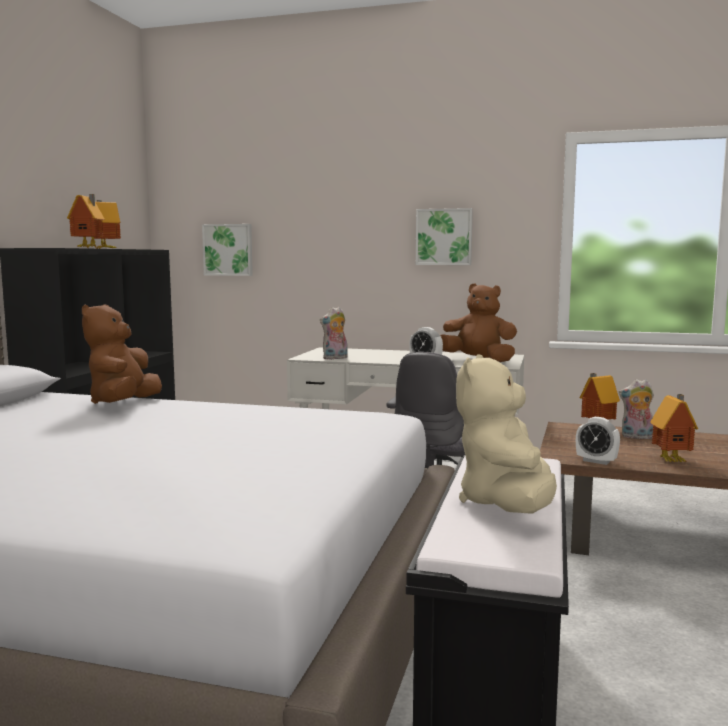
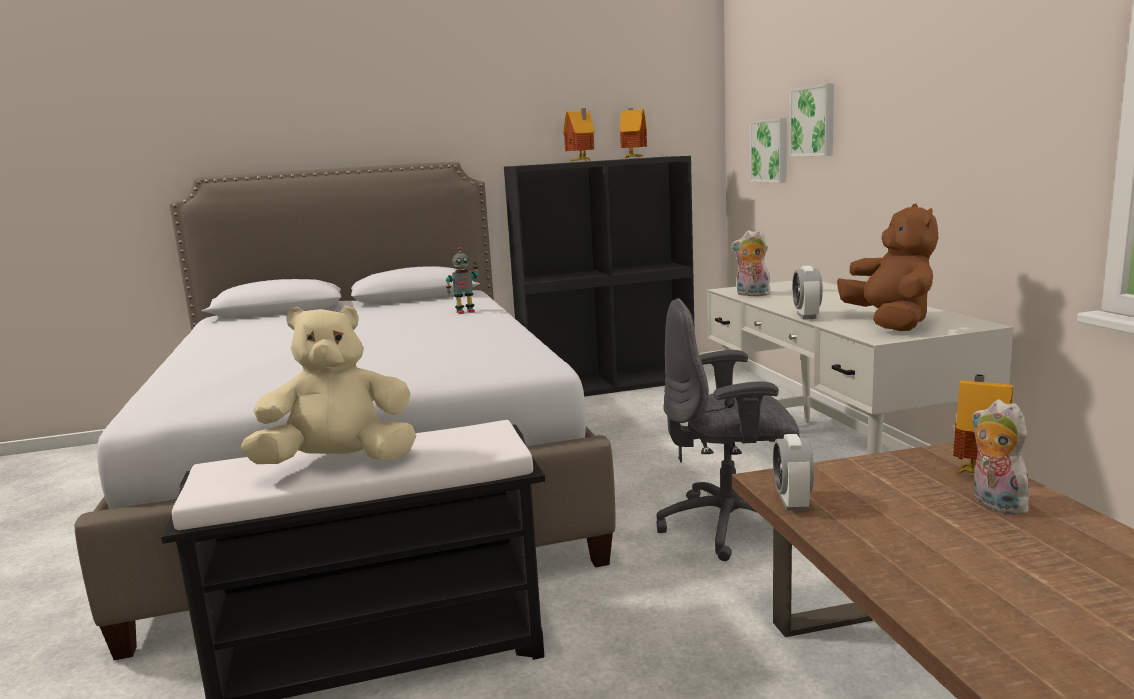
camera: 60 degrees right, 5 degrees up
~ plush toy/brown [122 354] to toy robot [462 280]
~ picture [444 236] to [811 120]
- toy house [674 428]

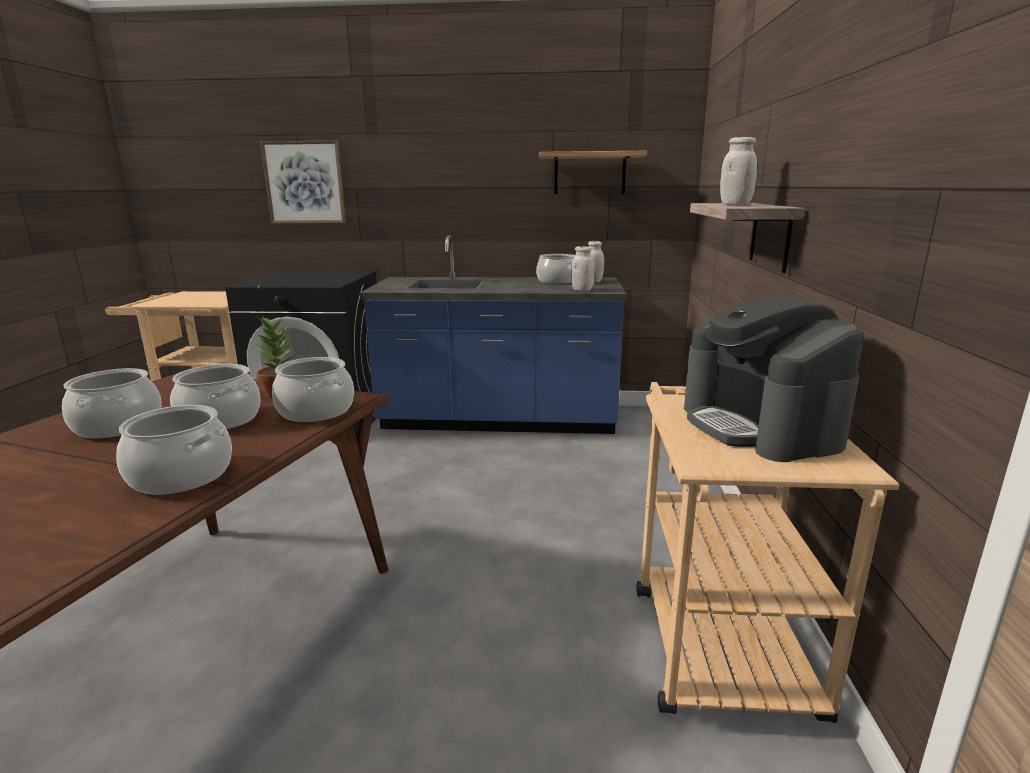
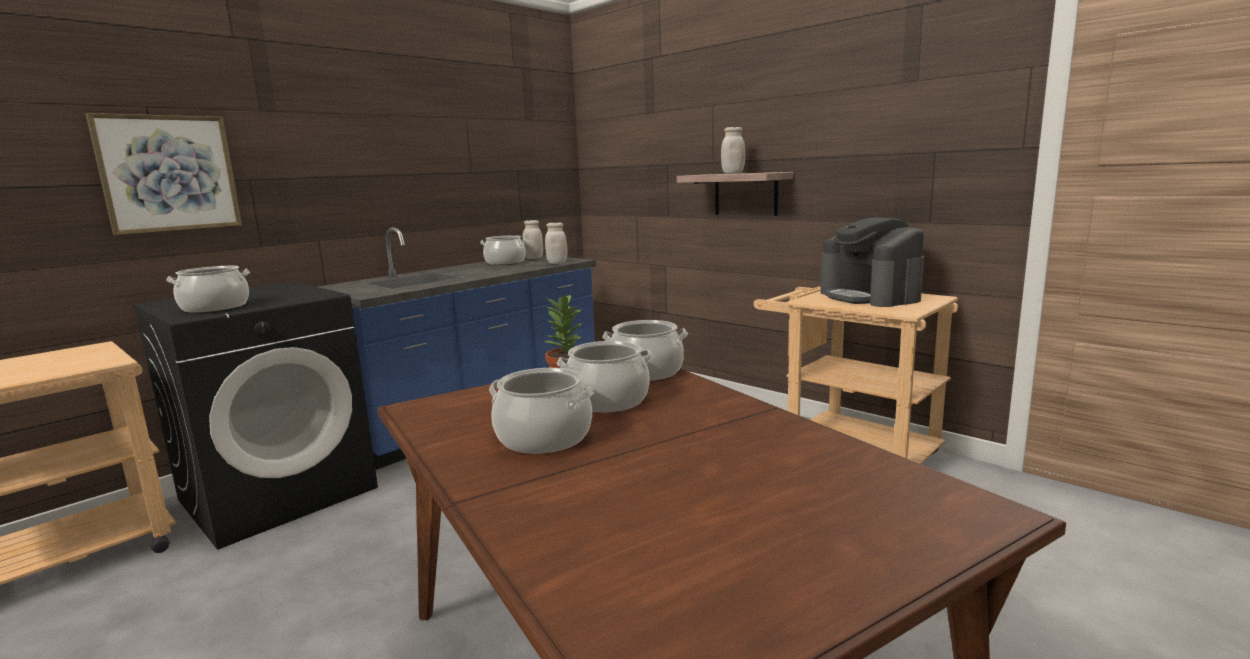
camera: 50 degrees left, 5 degrees down
~ cooking pot [174 450] to [208 289]
~ coffee machine [774 379] = [872 262] 45 degrees clockwise
- shelf [593 172]

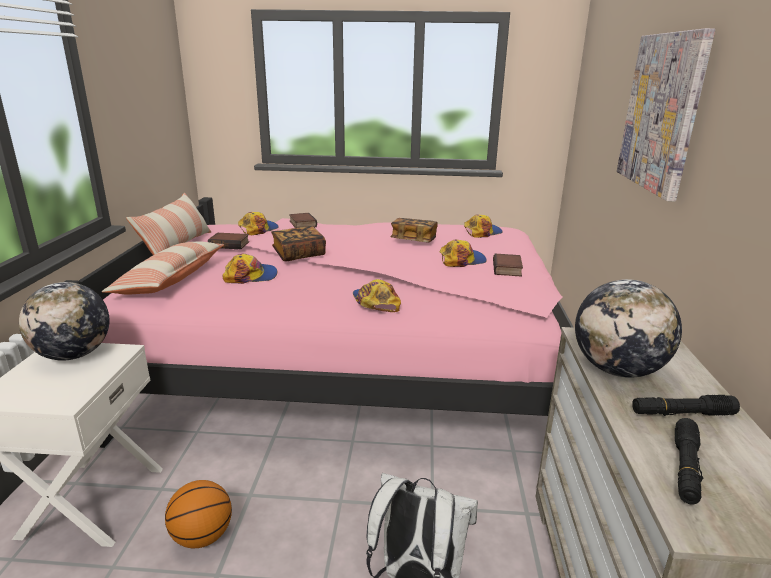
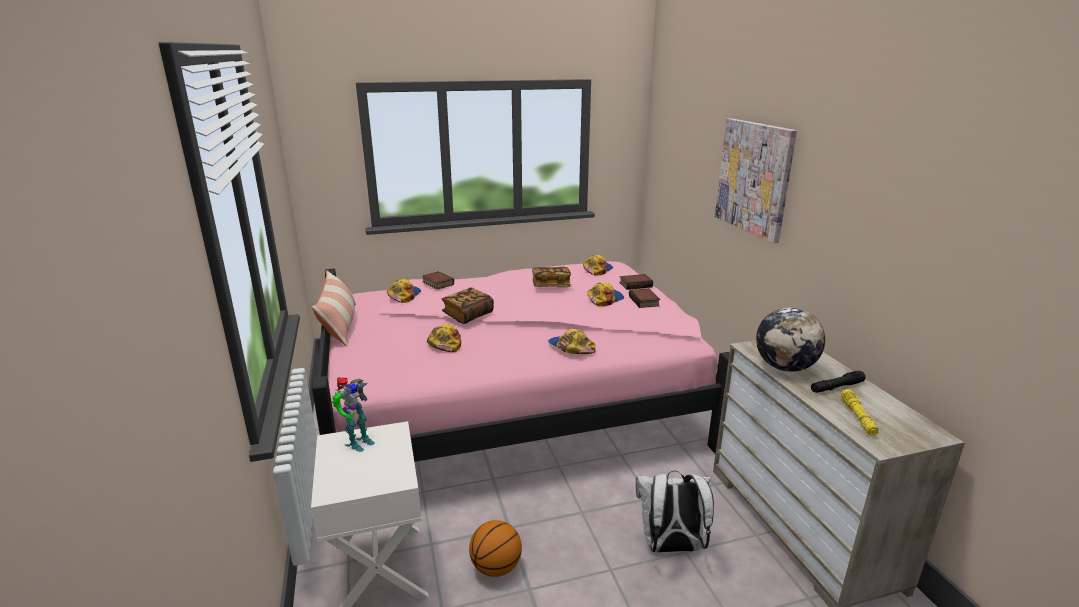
camera: 20 degrees left, 0 degrees up
~ globe [64 321] to toy robot [353 414]
~ cap [249 269] = [444 338] 60 degrees counterclockwise
~ book [228 241] to [636 282]
~ flashlight/black [689 461] to flashlight/yellow [860 412]
- pillow [163 268]

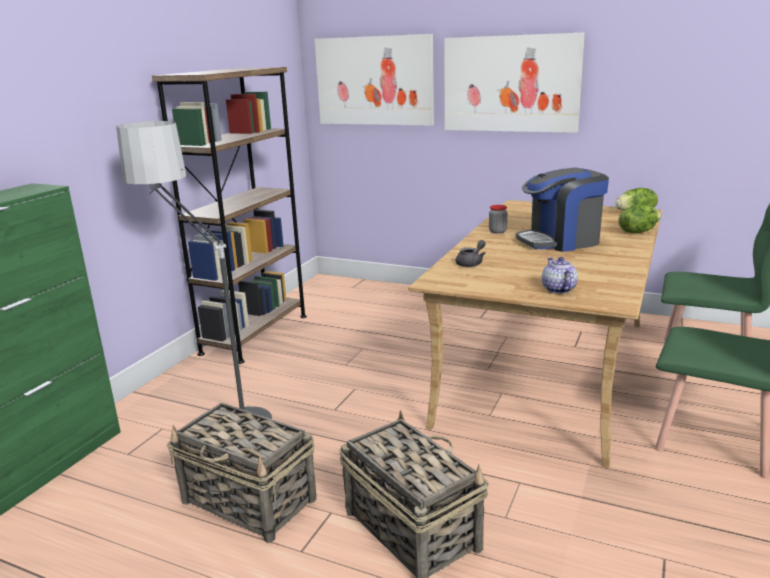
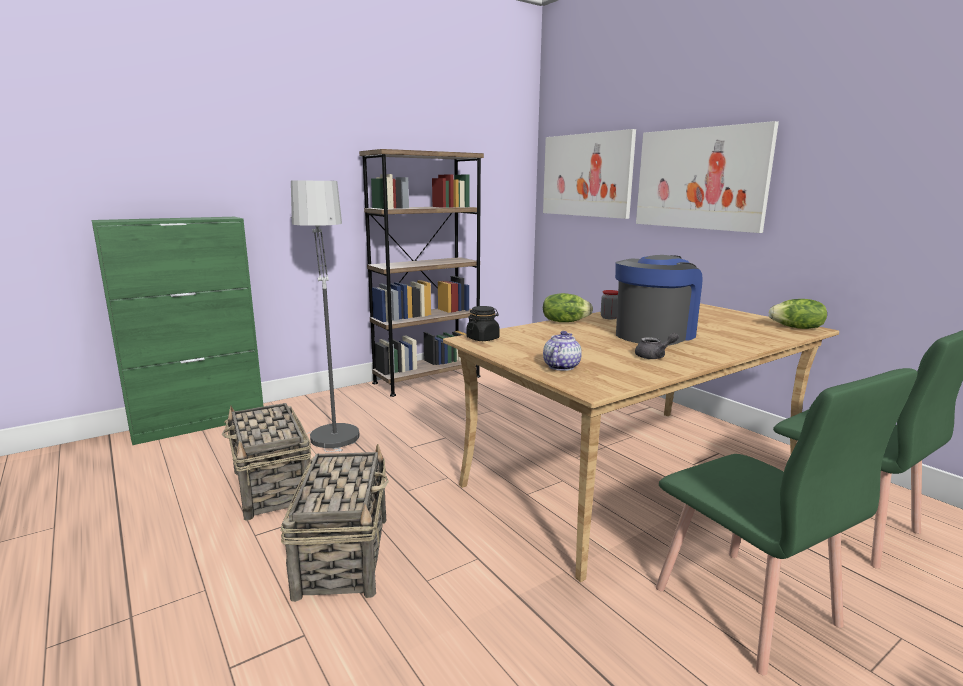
camera: 30 degrees right, 5 degrees down
+ jar/black [483 323]
~ lettuce [639 219] to [568 307]
~ coffee machine [562 210] = [659 300] 120 degrees clockwise
~ teapot/grey [471 253] to [657 346]

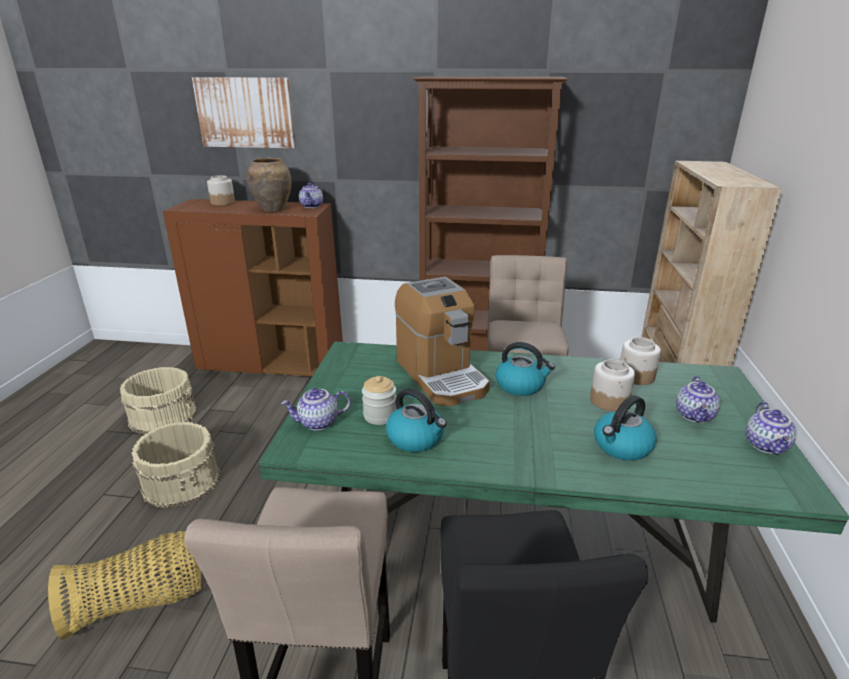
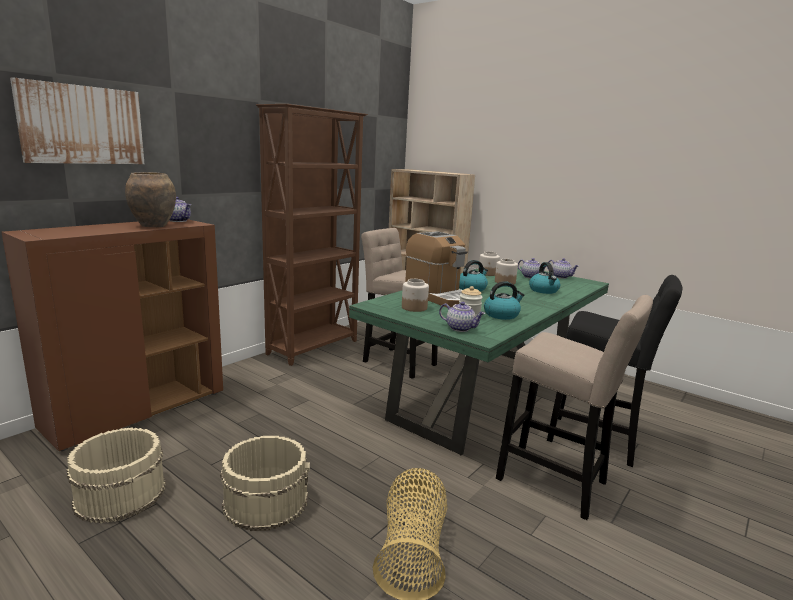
camera: 60 degrees left, 10 degrees down
~ jar [221 190] to [415 295]
~ coffee machine [442 341] = [436 269] 45 degrees clockwise
~ teapot [316 409] = [462 317] 75 degrees counterclockwise

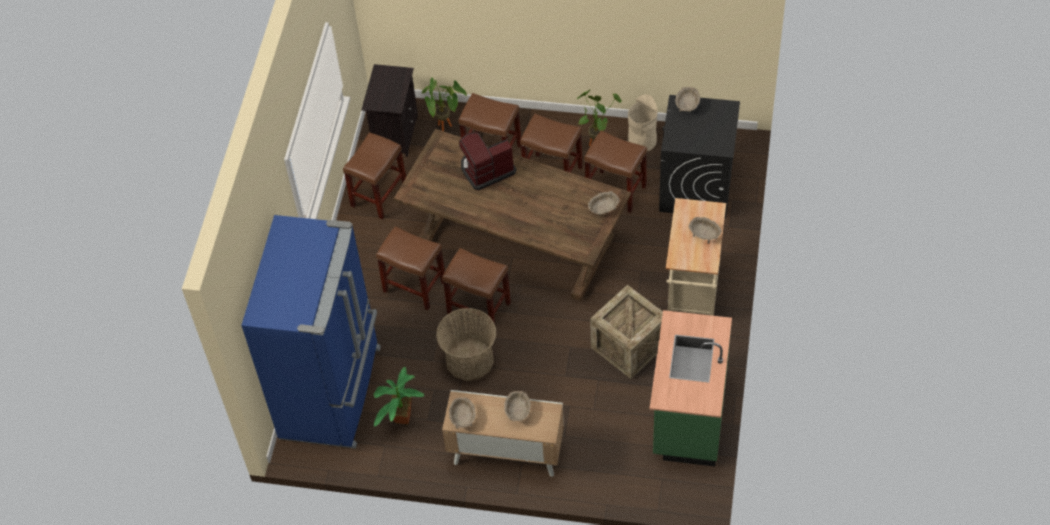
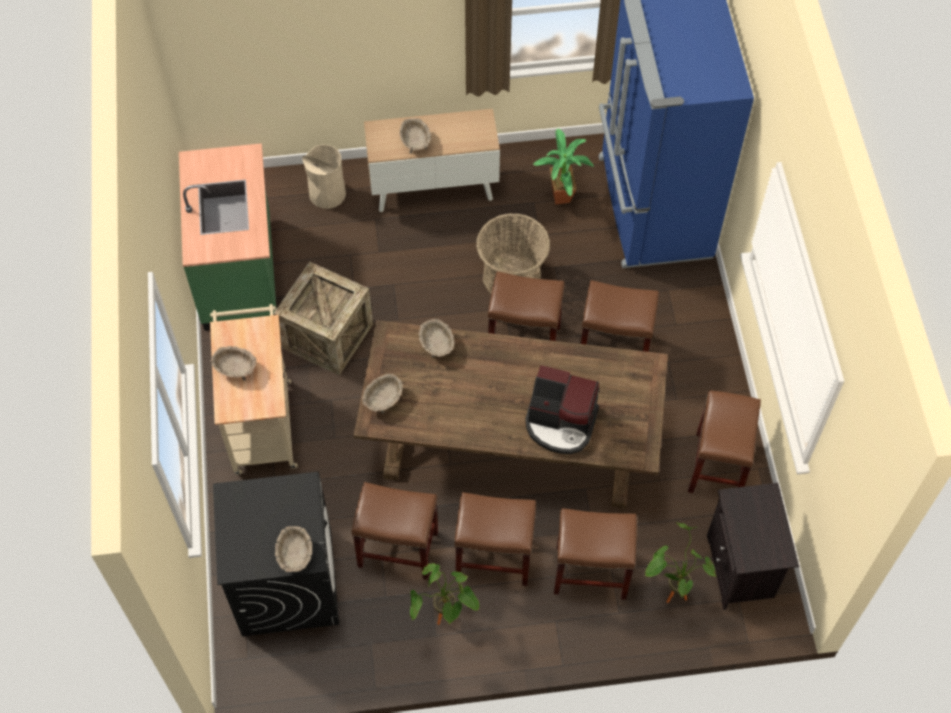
camera: 160 degrees right, 5 degrees up
~ trash can/beige [643 122] to [324 177]
~ bowl/beige [462 413] to [437 338]
~ coffee machine [487 161] = [562 409] 60 degrees clockwise

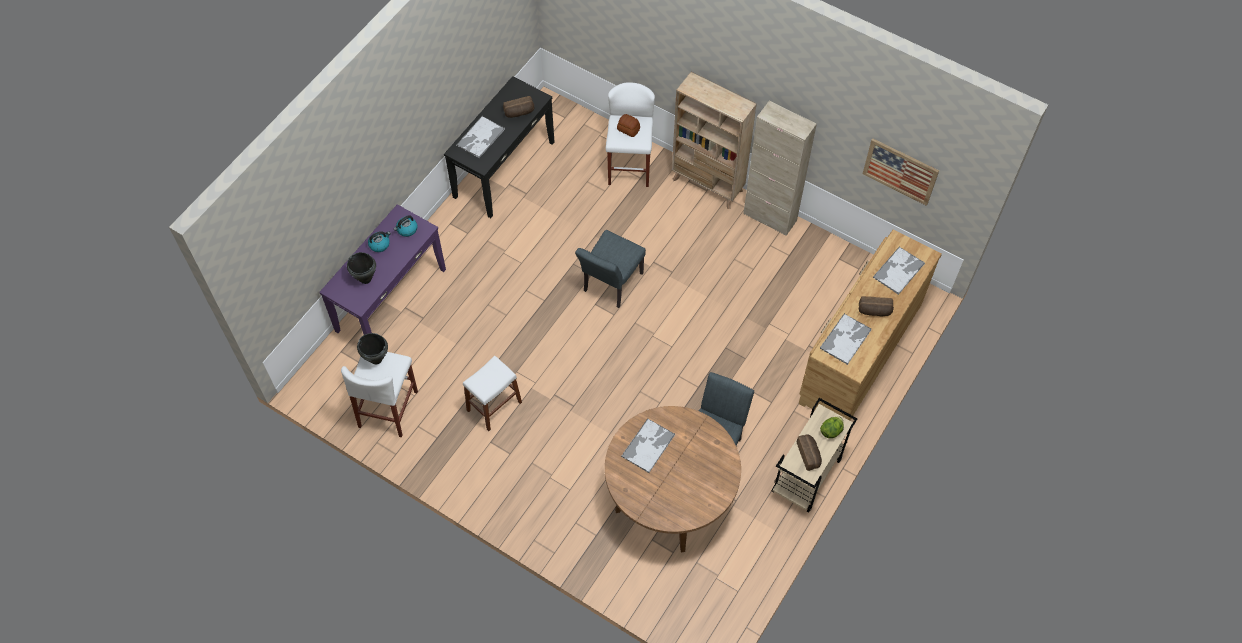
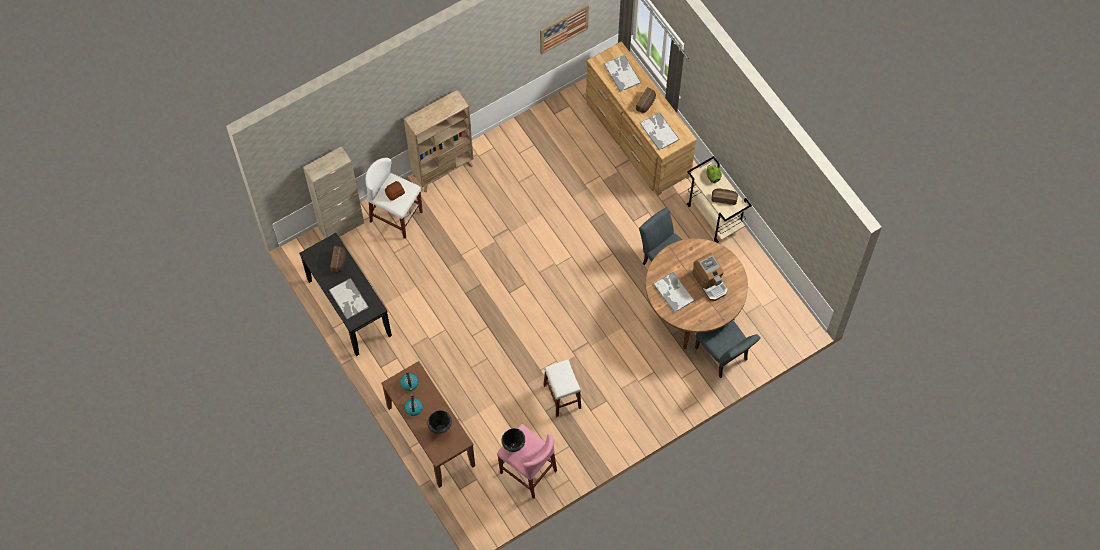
camera: 65 degrees left, 5 degrees up
~ cabinet/beige [780 168] to [333 192]
~ console table/purple [382 269] to console table/brown [428 424]
~ stool/white [379 394] to stool/pink [527 461]
+ coffee machine [710 277]
~ chair/grey [610 269] to [728 349]

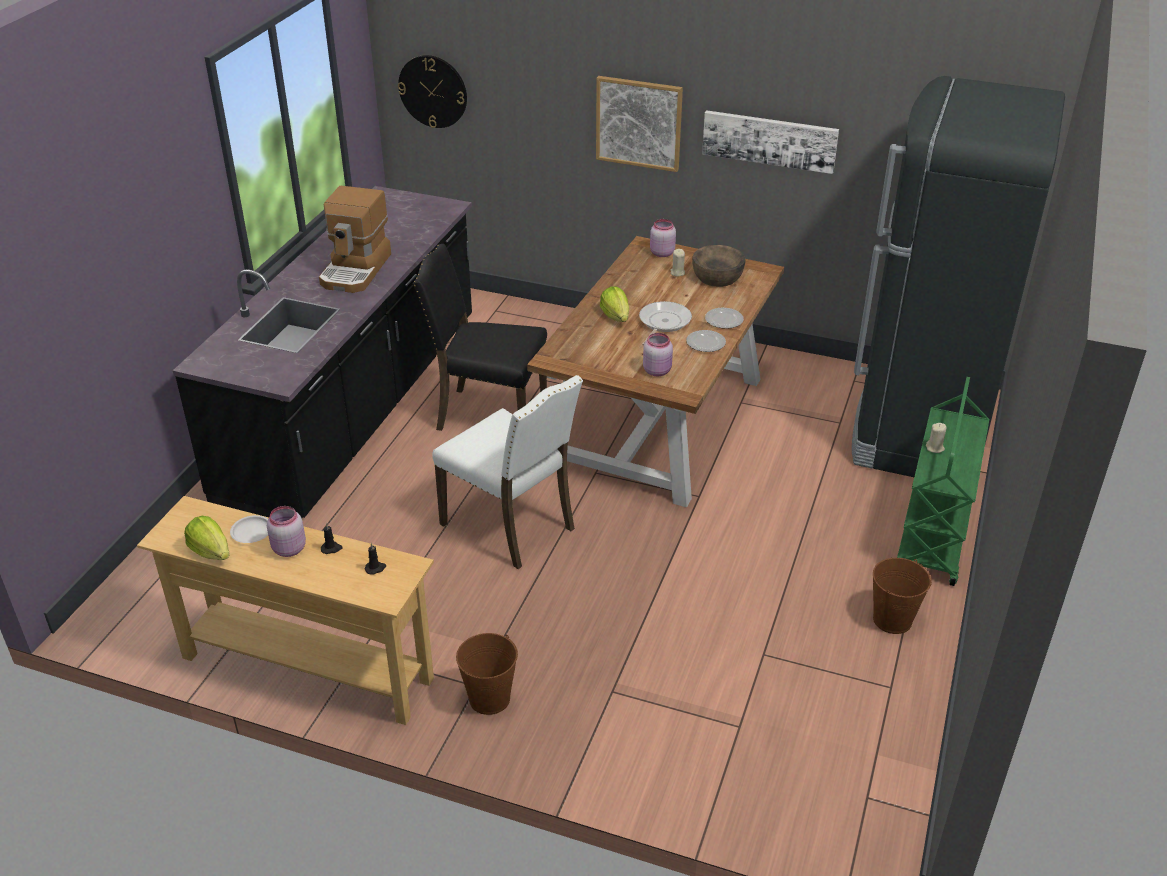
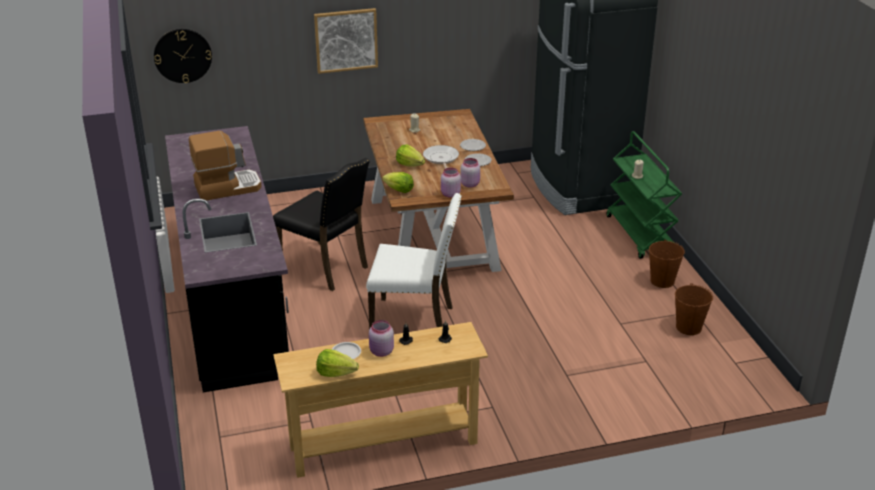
camera: 35 degrees left, 5 degrees down
~ coffee machine [355 239] = [225 165] 90 degrees counterclockwise
~ chair/black [480 337] = [321 224] 120 degrees counterclockwise
+ lettuce [398 182]
~ jar/pink [663 238] to [451 183]
~ bucket/brown [487 674] to [694 309]
- bowl/brown [718 266]
- picture [770 142]

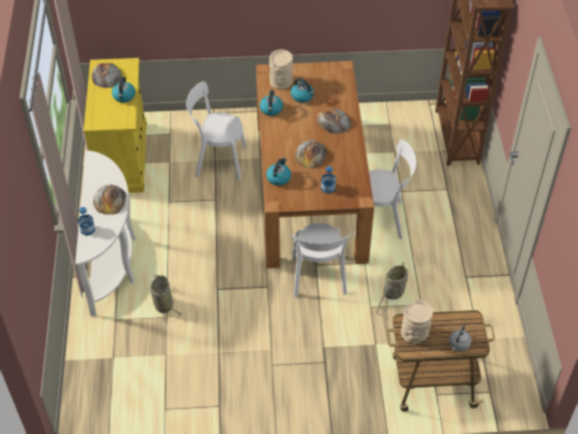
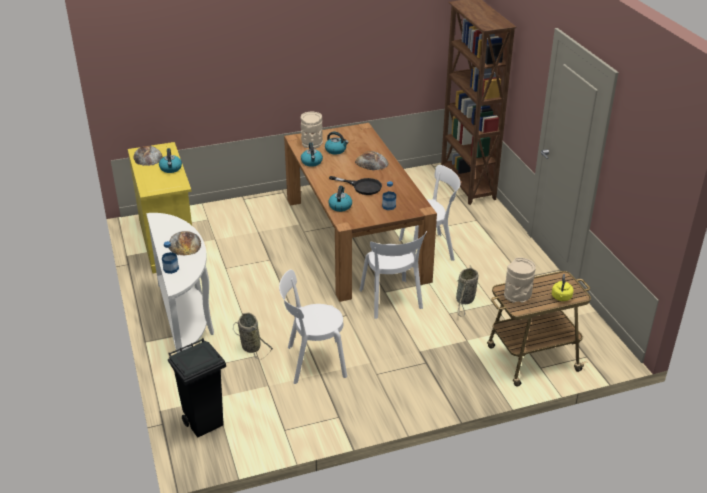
camera: 15 degrees left, 15 degrees down
+ trash can/black [197 387]
~ chair/white [216 130] to [313 326]
~ bread [311 154] to frying pan/black [355 185]
~ kettle/grey [460 338] to kettle/yellow [563 287]

